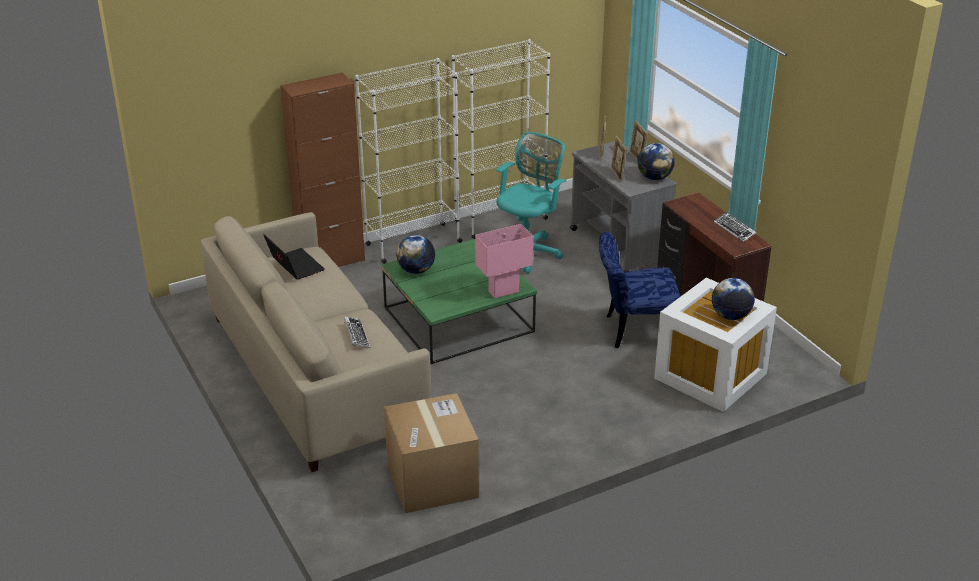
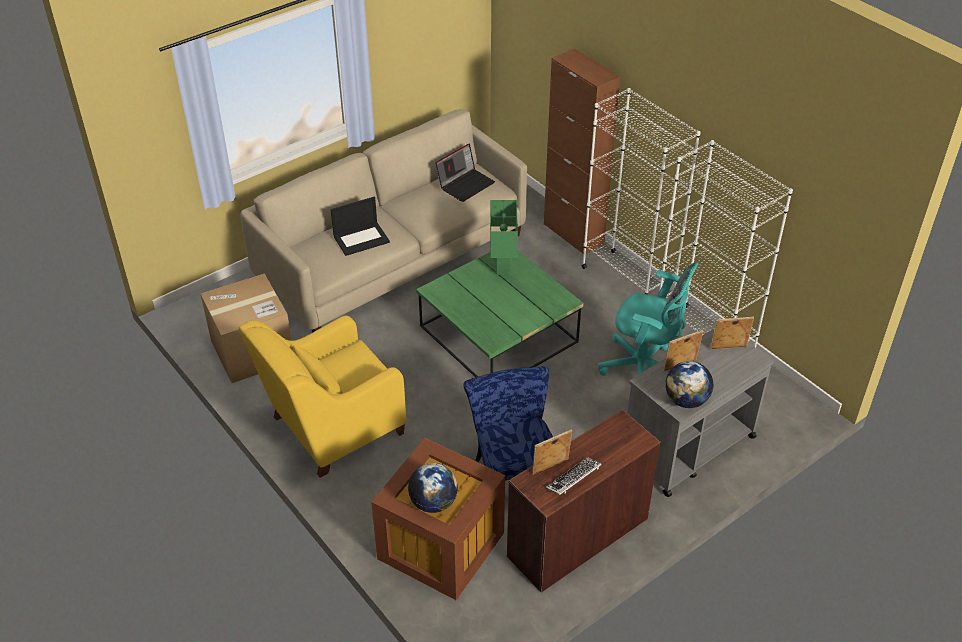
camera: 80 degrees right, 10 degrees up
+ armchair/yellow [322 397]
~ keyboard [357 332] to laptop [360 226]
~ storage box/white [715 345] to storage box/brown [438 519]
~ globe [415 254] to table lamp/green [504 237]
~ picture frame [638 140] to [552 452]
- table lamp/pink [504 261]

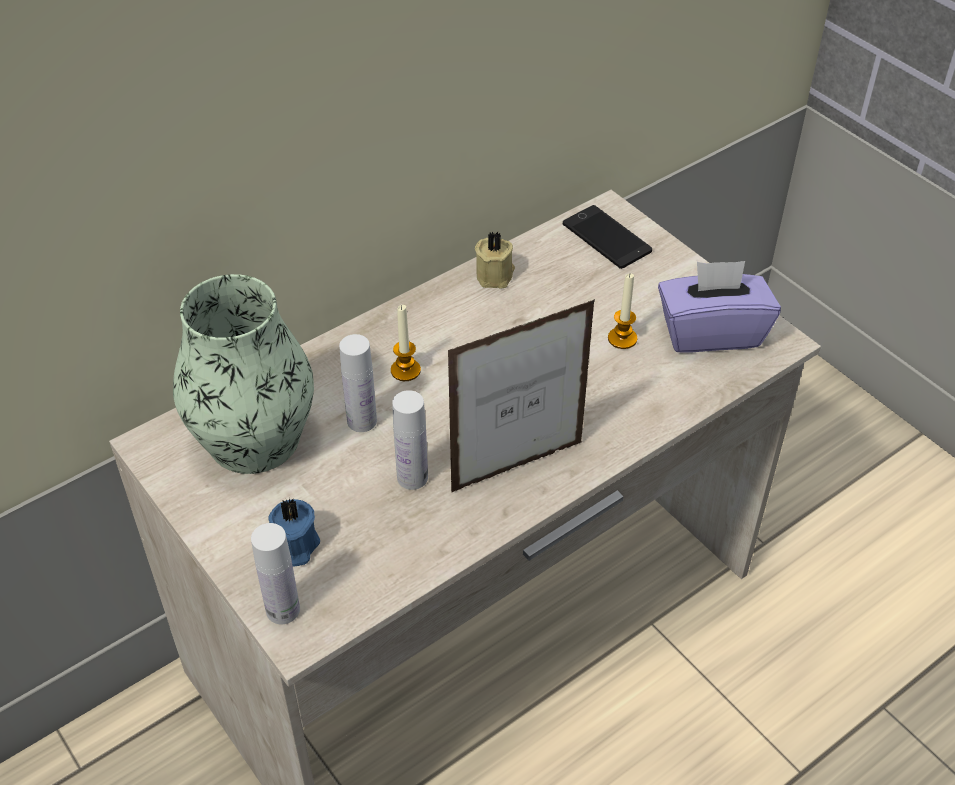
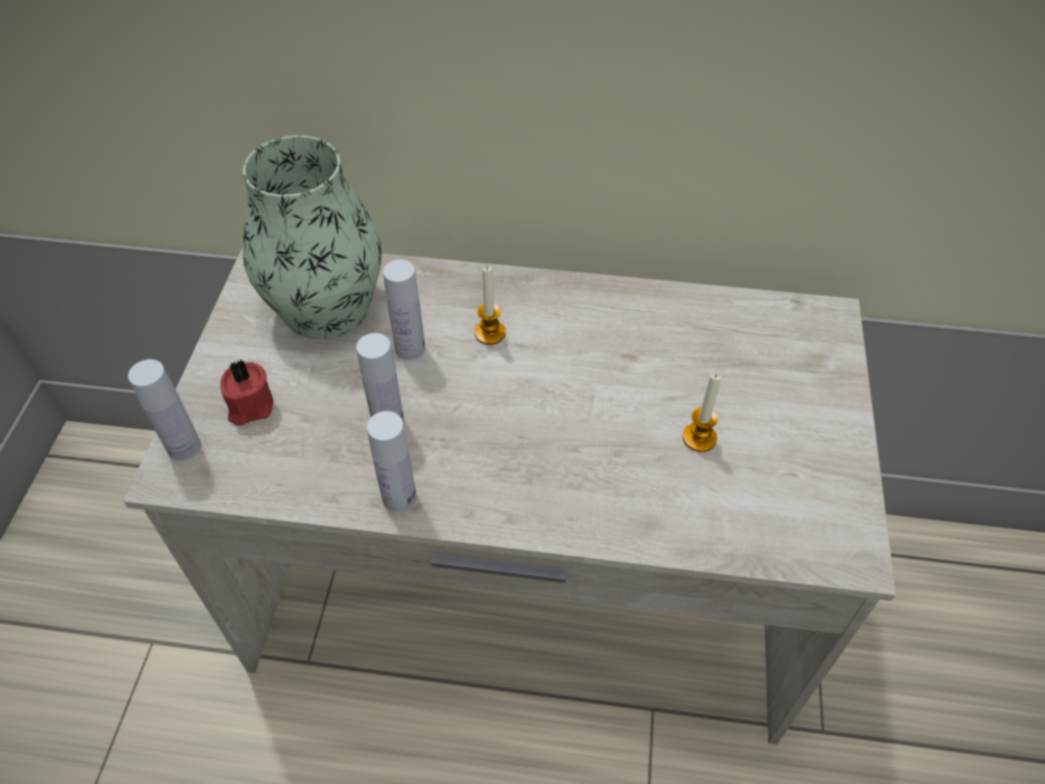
camera: 45 degrees right, 5 degrees up
~ candle/blue [294 532] to candle/red [247 393]
+ bottle/white [392 461]
- picture frame [521 396]
- candle/beige [495 260]
- phone [607 237]
- tissue box/purple [719 307]

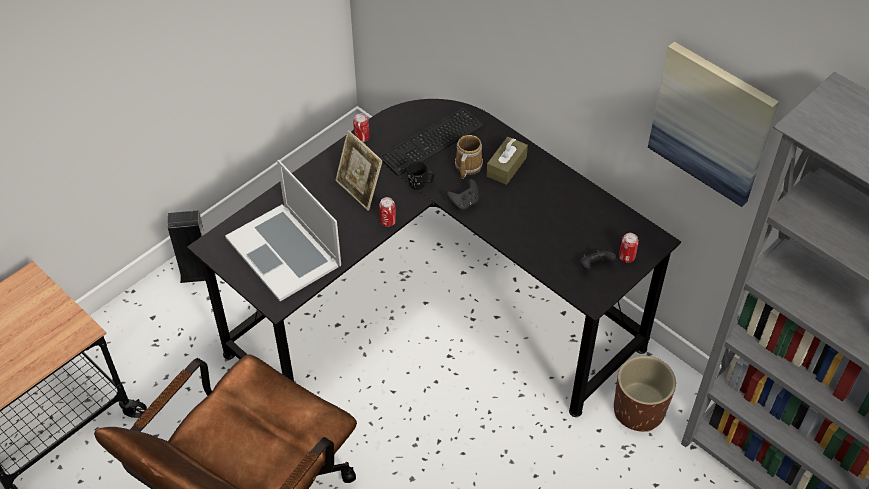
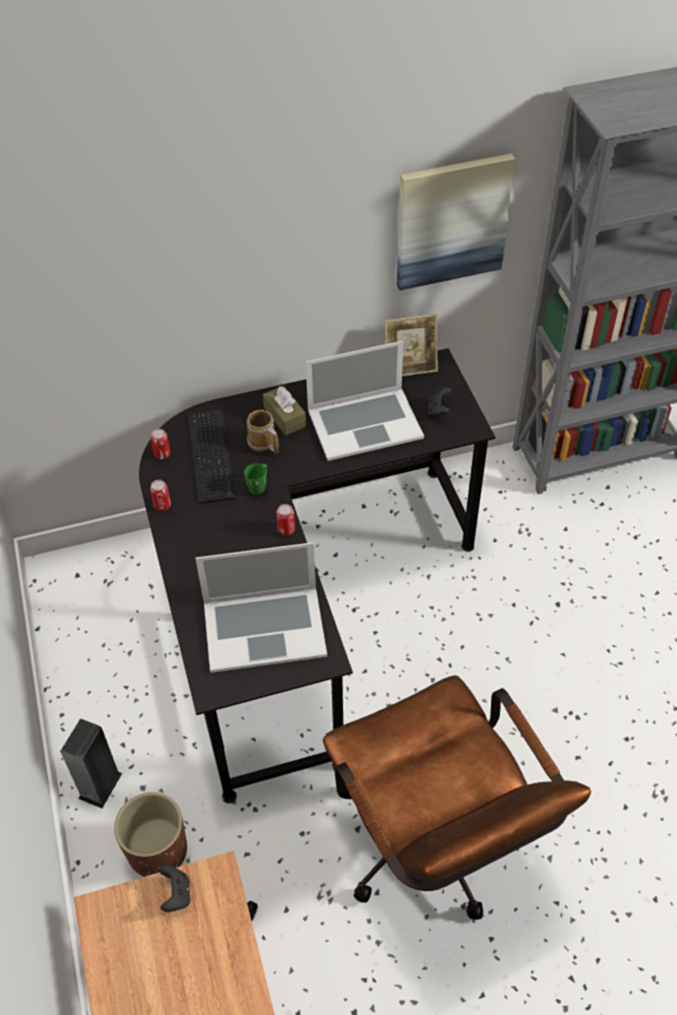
camera: 60 degrees left, 0 degrees up
~ planter/brown [645 394] to [150 834]
~ can [629 247] to [161 444]
~ game controller/black [463 194] to [175 888]
~ mug/black [421 175] to mug/green [255 479]
+ laptop [365 401]
~ picture frame [358 170] to [411 345]

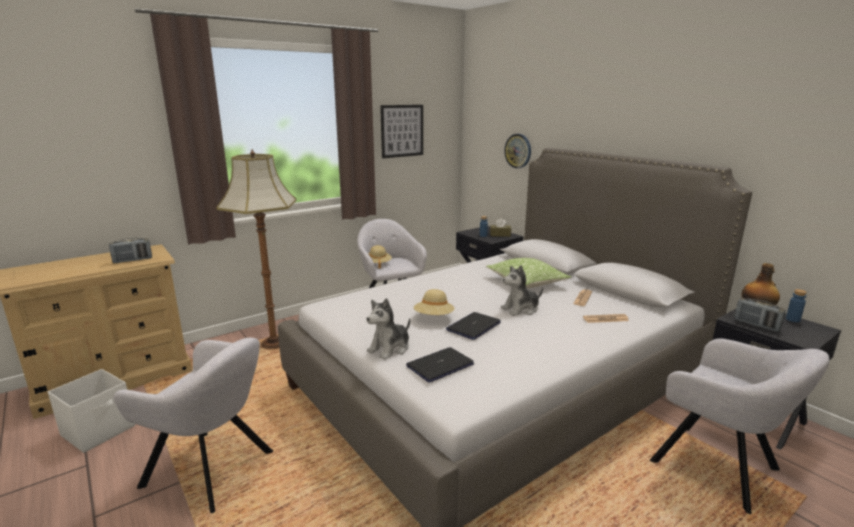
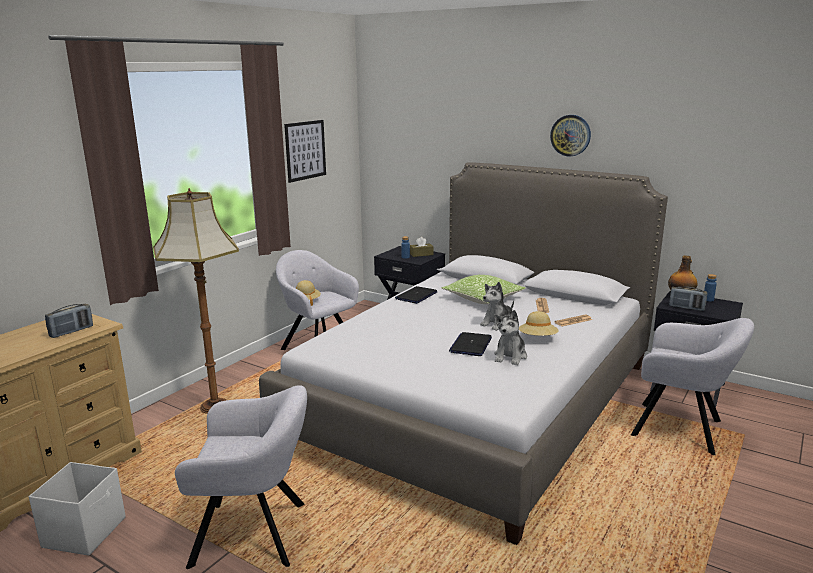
camera: 20 degrees left, 0 degrees up
~ laptop [440 365] to [416 295]
~ plush toy [388 329] to [510 337]
~ hat/beige [434 302] to [539 323]
~ wall clock [517 151] to [570 136]

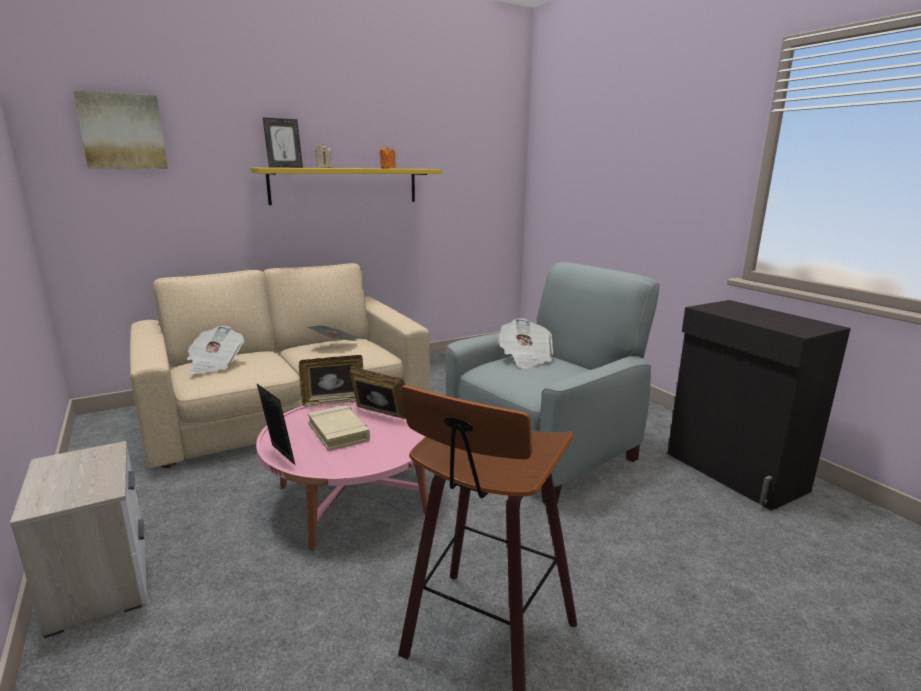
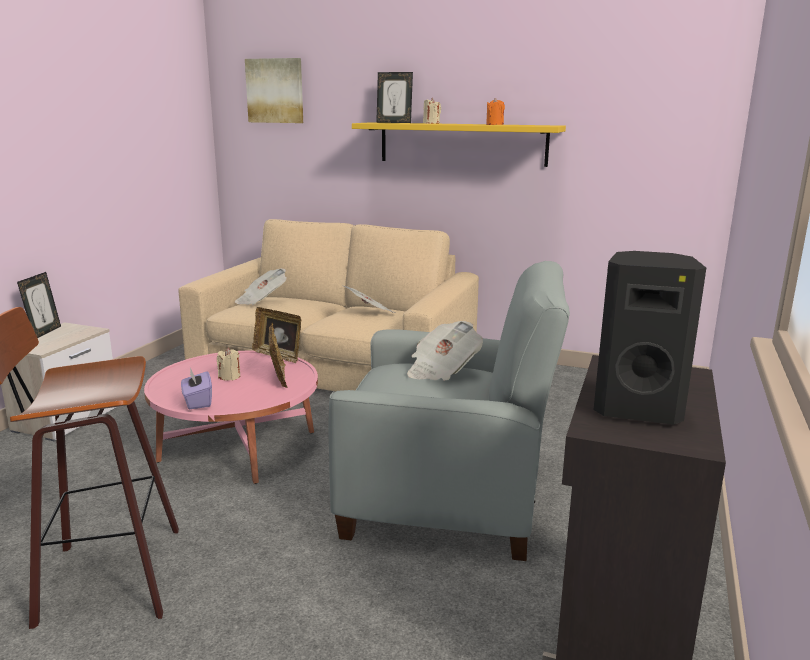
camera: 50 degrees right, 0 degrees up
~ picture frame [276 425] to [39 305]
+ tissue box/purple [196 388]
~ book/beige [339 428] to candle/beige [228 364]
+ speaker/black [649 338]

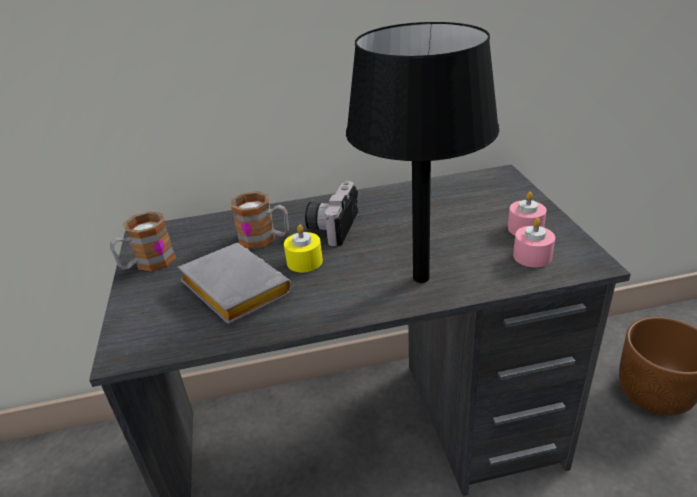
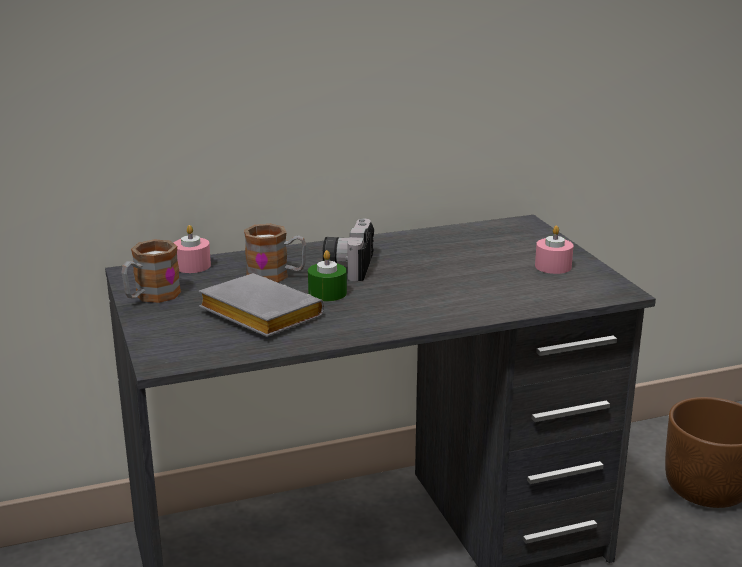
camera: 10 degrees left, 10 degrees down
~ candle/pink [534 242] to [192 249]
~ candle/yellow [303 248] to candle/green [327 276]
- table lamp/black [422 152]

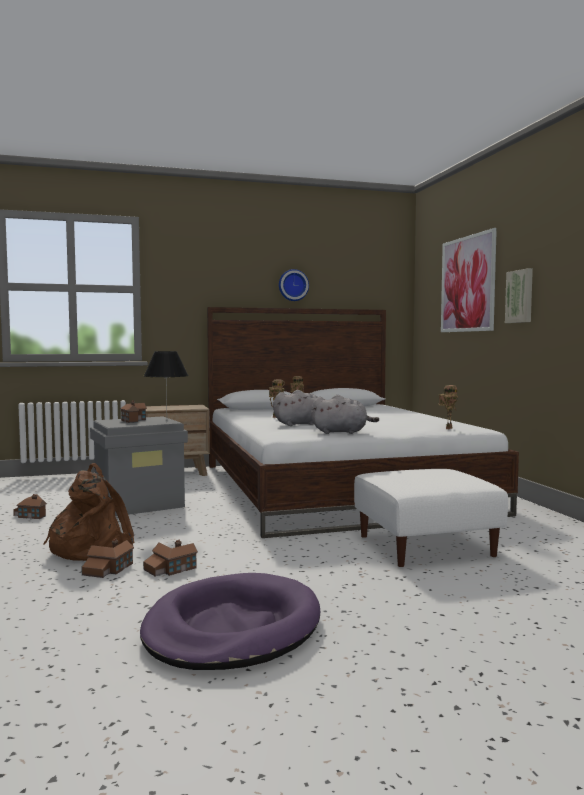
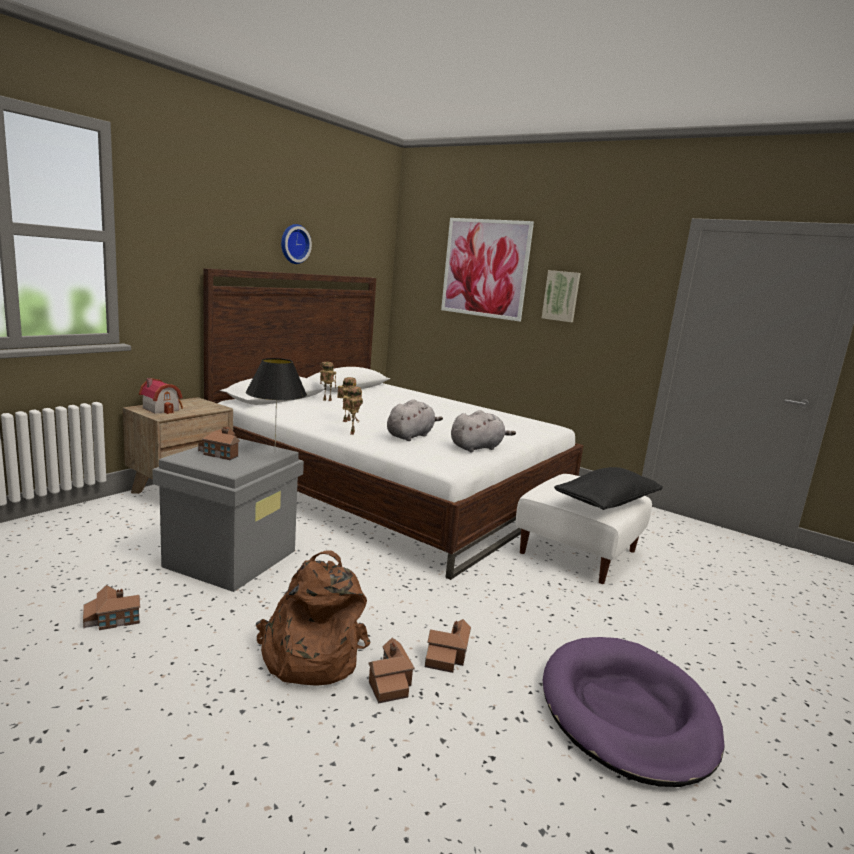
camera: 40 degrees left, 10 degrees up
+ toy house [161 396]
~ toy robot [448 407] to [352 410]
+ pillow/black [608 488]

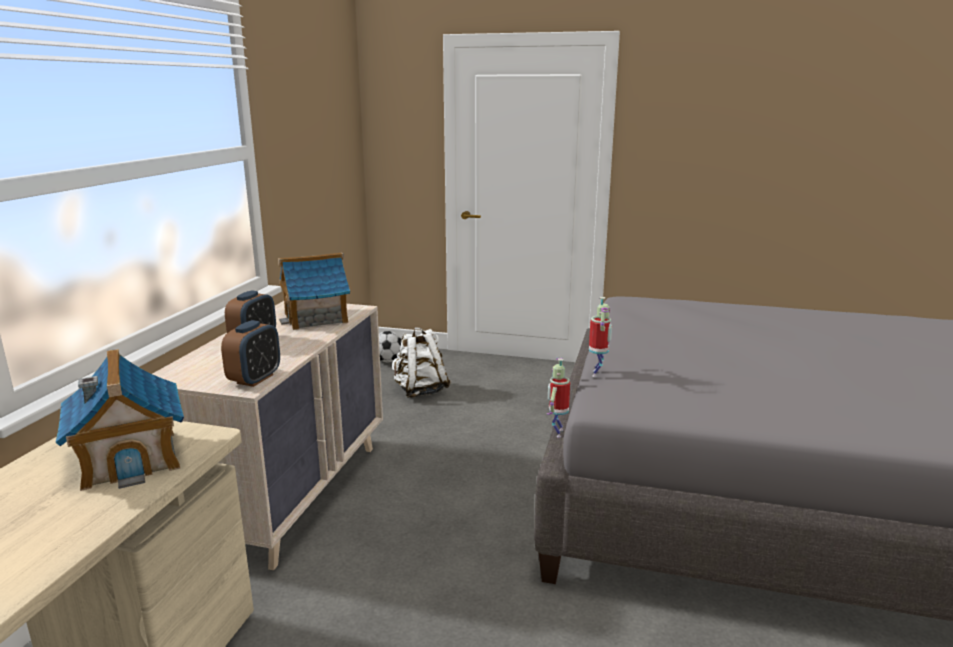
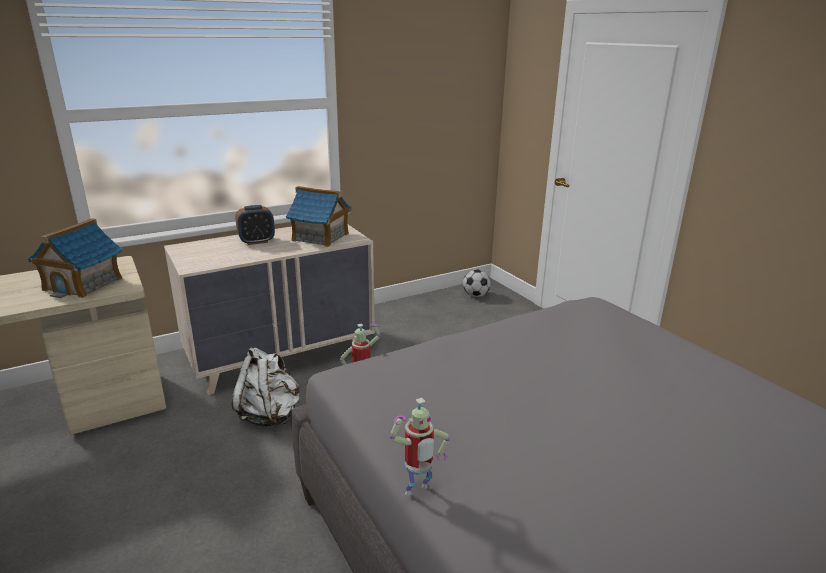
camera: 45 degrees right, 5 degrees up
~ backpack/white [421 363] to [265 387]
~ toy robot [600 337] to [420 447]
- alarm clock [250 353]

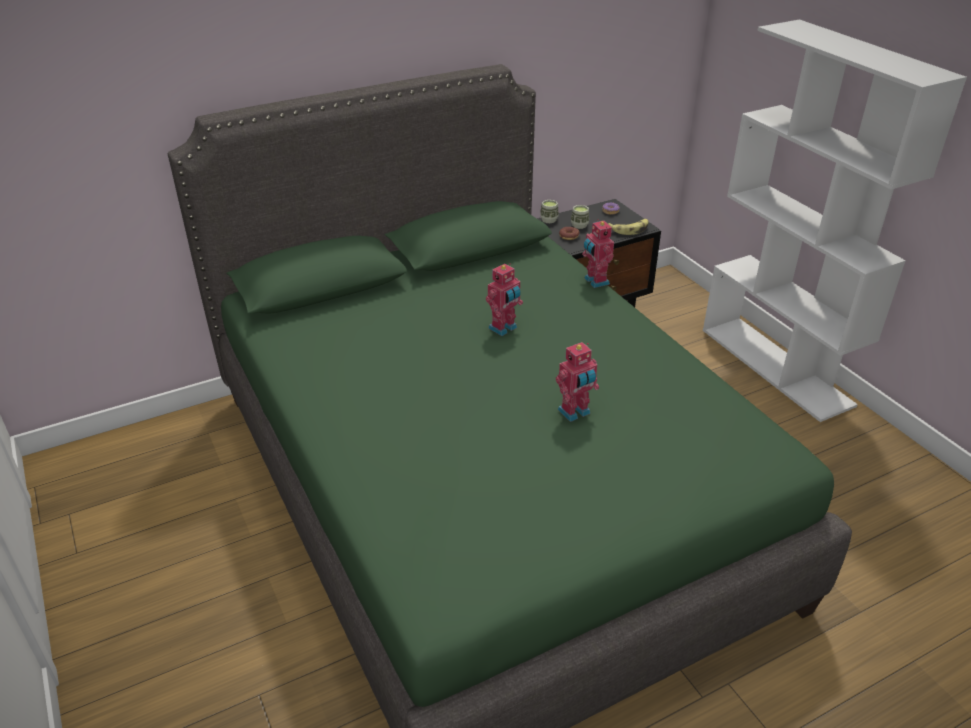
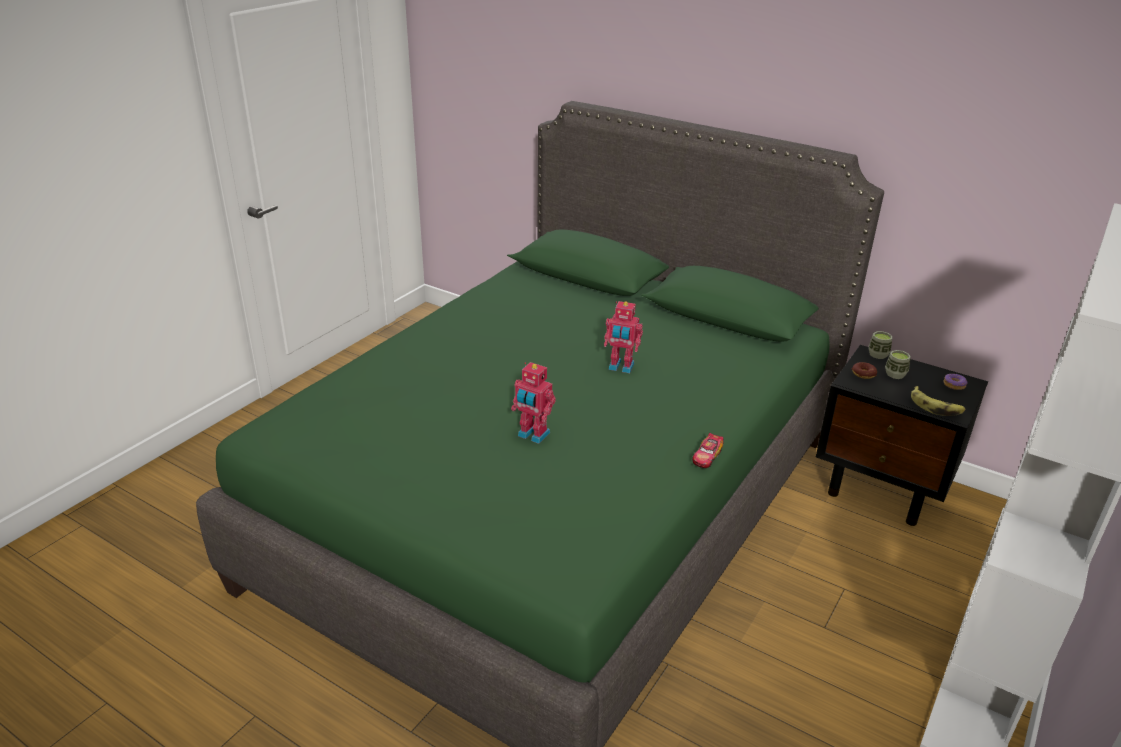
camera: 60 degrees right, 5 degrees down
+ toy car [708 450]
- toy robot [598 253]

